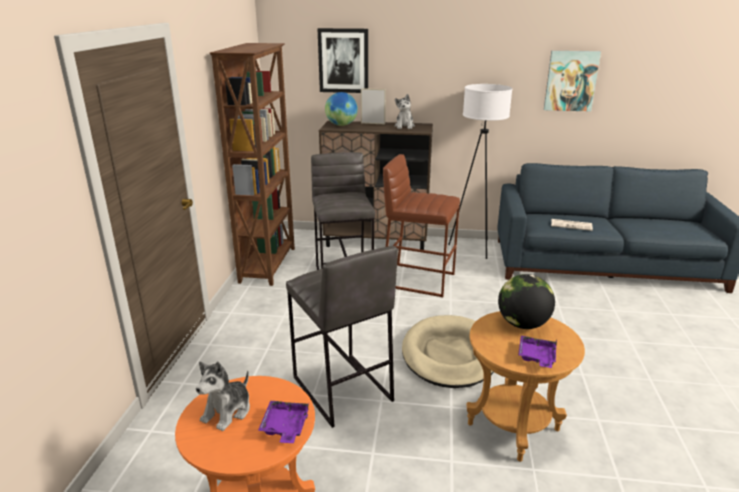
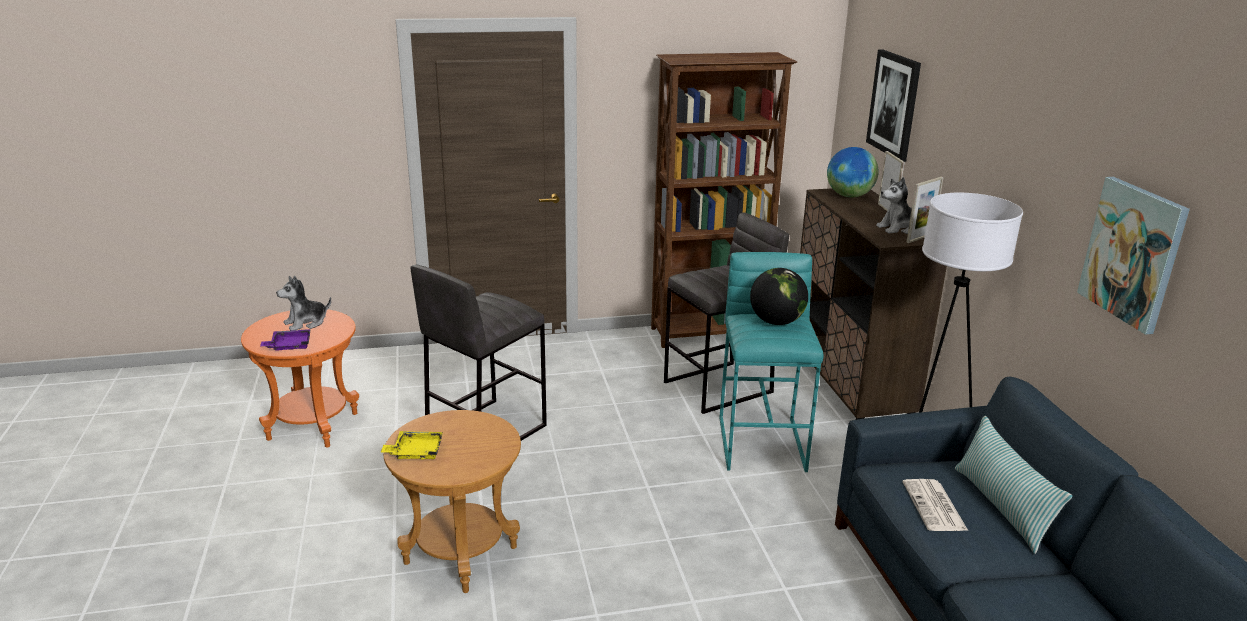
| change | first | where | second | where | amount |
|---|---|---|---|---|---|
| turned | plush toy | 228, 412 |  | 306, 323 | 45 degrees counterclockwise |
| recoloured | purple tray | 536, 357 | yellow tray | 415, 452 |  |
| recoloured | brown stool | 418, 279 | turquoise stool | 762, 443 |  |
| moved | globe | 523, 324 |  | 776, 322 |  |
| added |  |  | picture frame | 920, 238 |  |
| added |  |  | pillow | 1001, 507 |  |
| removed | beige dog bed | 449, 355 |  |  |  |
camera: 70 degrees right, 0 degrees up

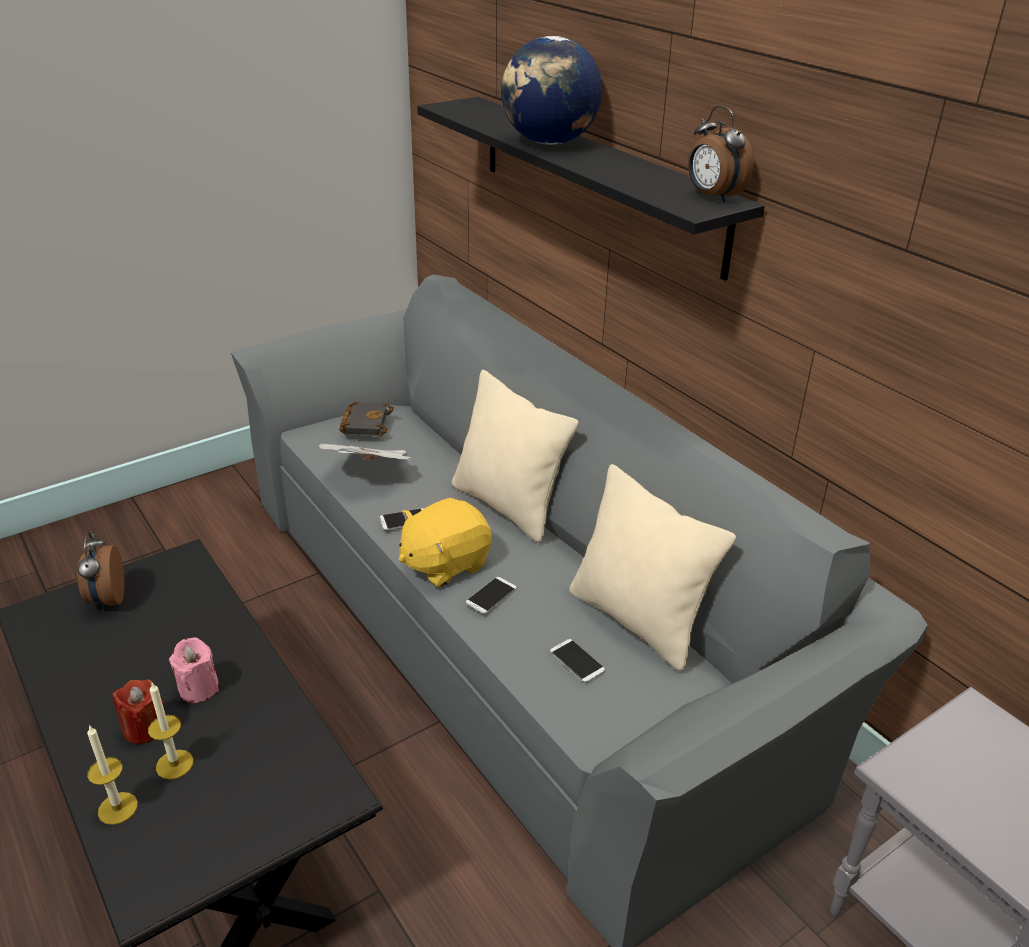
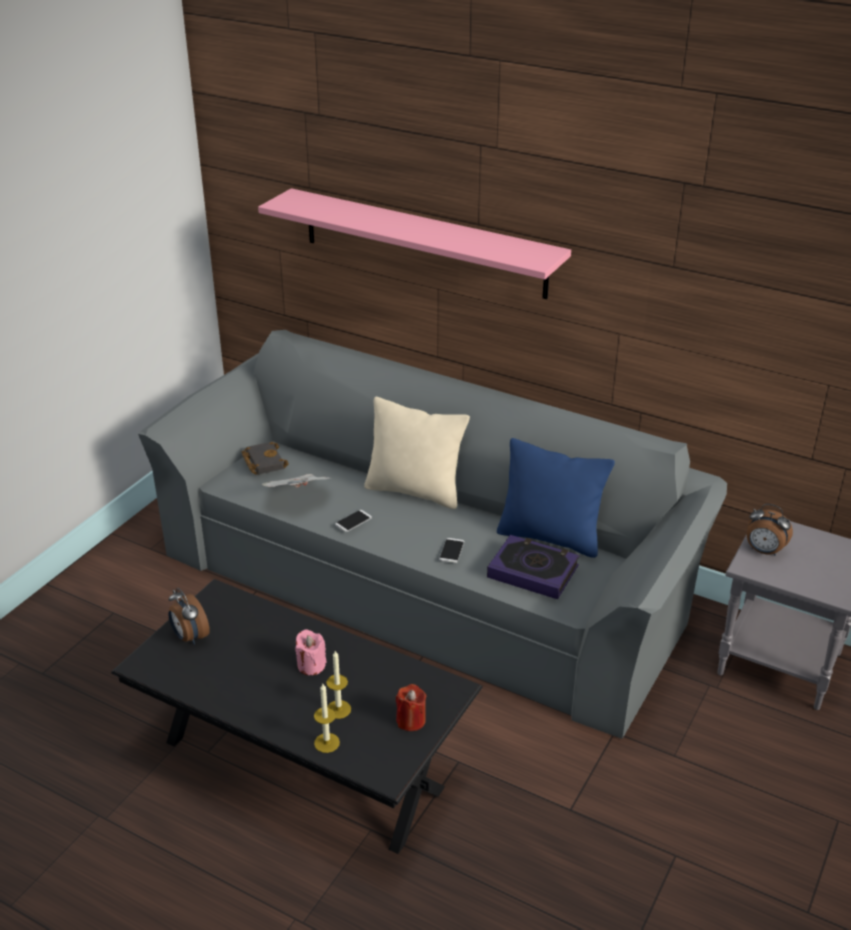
| change | first | where | second | where | amount |
|---|---|---|---|---|---|
| recoloured | black shelf | 597, 181 | pink shelf | 423, 243 |  |
| moved | red candle | 145, 728 |  | 411, 720 |  |
| replaced | phone | 577, 661 | book | 533, 571 |  |
| recoloured | beige pillow | 638, 620 | blue pillow | 550, 537 |  |
| moved | alarm clock | 713, 197 |  | 763, 551 |  |
| removed | yellow plush toy | 444, 563 |  |  |  |
| removed | globe | 549, 143 |  |  |  |
camera: 25 degrees left, 0 degrees up

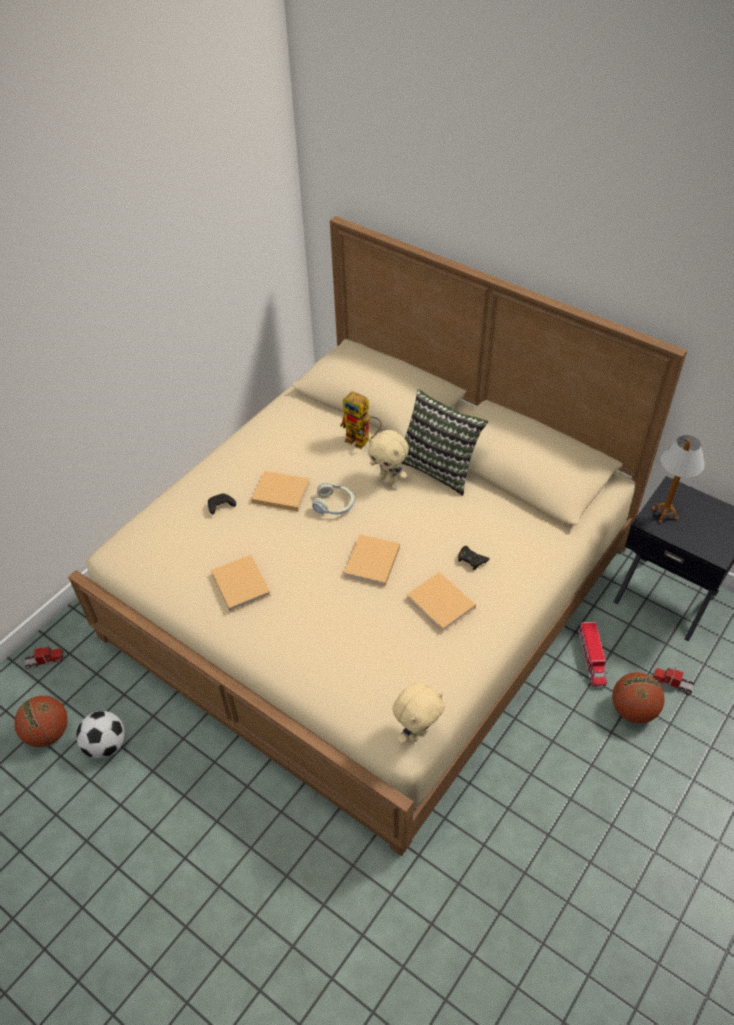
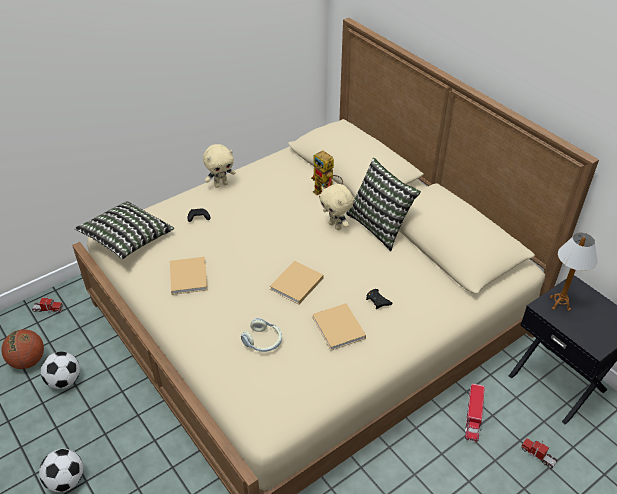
| change | first | where | second | where | amount |
|---|---|---|---|---|---|
| added |  |  | football | 66, 480 |  |
| added |  |  | pillow | 127, 240 |  |
| moved | beige plush toy | 417, 732 |  | 221, 184 |  |
| moved | headphones | 334, 505 |  | 263, 341 |  |
| removed | beige book | 279, 492 |  |  |  |
| removed | basketball | 633, 710 |  |  |  |
camera: 15 degrees right, 5 degrees down

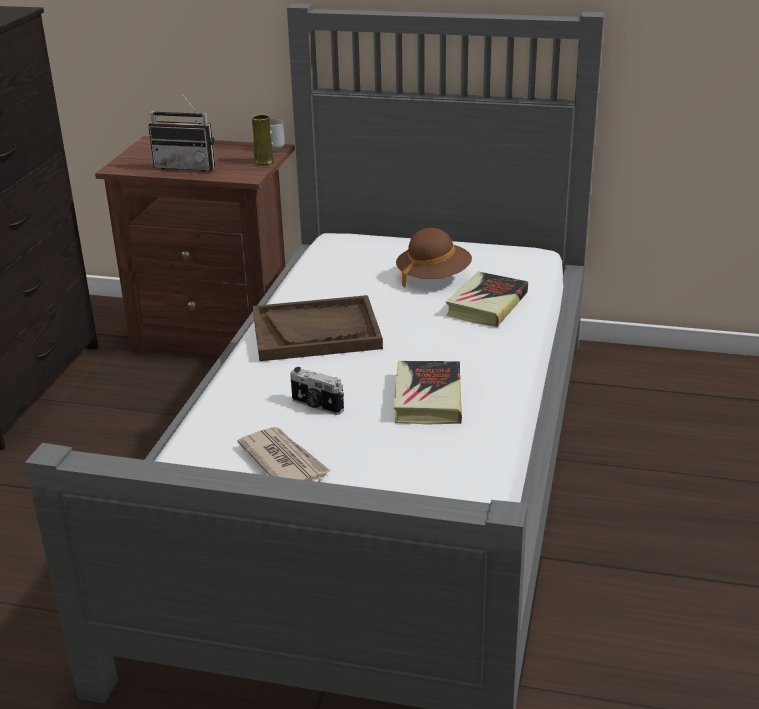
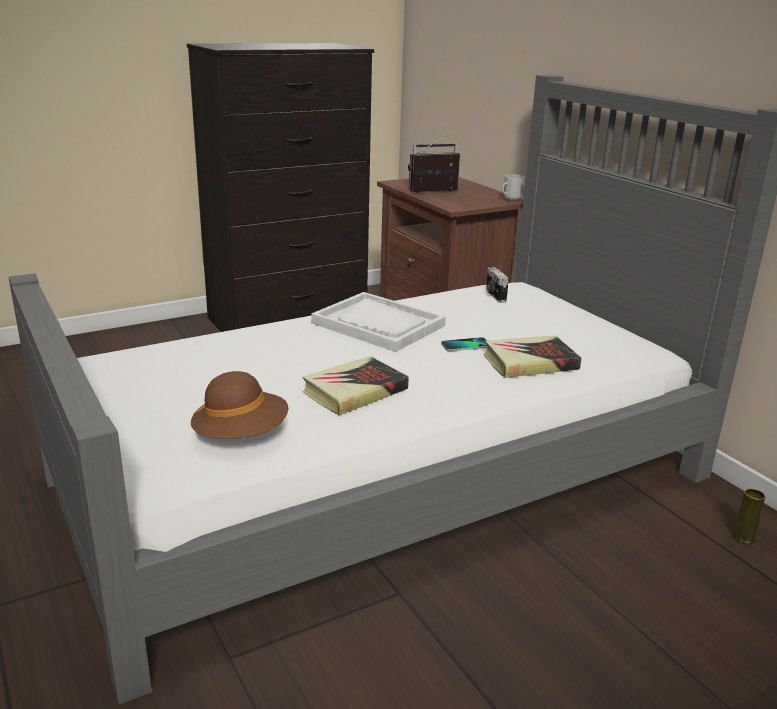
| change | first | where | second | where | amount |
|---|---|---|---|---|---|
| moved | brown hat | 433, 277 |  | 241, 435 |  |
| recoloured | brown tray | 316, 332 | white tray | 378, 324 |  |
| turned | radio | 188, 166 |  | 434, 192 | 105 degrees clockwise |
| added |  |  | phone | 465, 345 |  |
| moved | photo camera | 316, 406 |  | 494, 295 |  |
| moved | yellow vase | 264, 162 |  | 743, 537 |  |
| removed | newspaper | 284, 461 |  |  |  |
camera: 45 degrees right, 5 degrees down

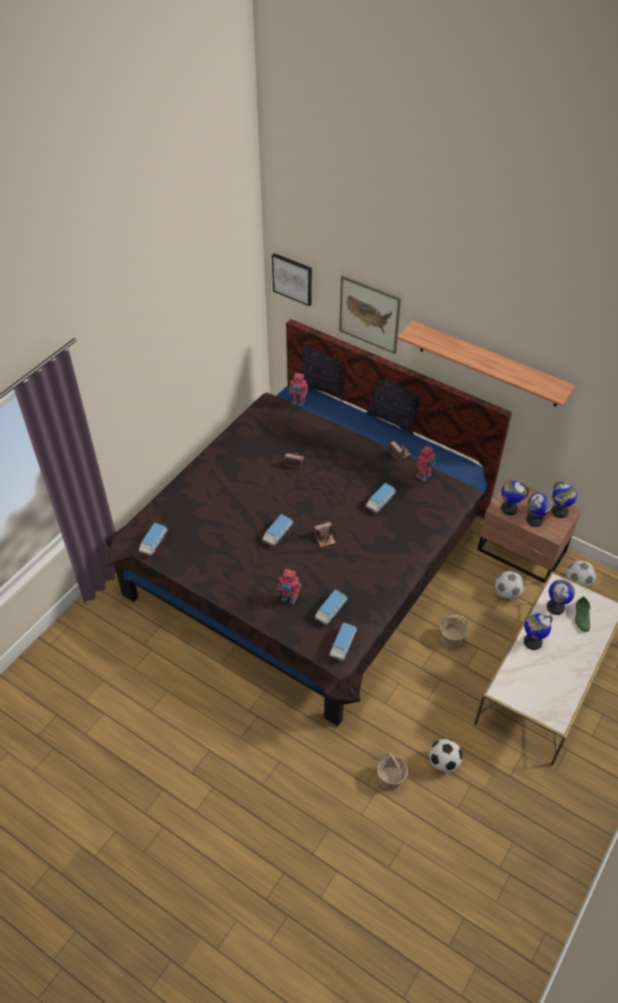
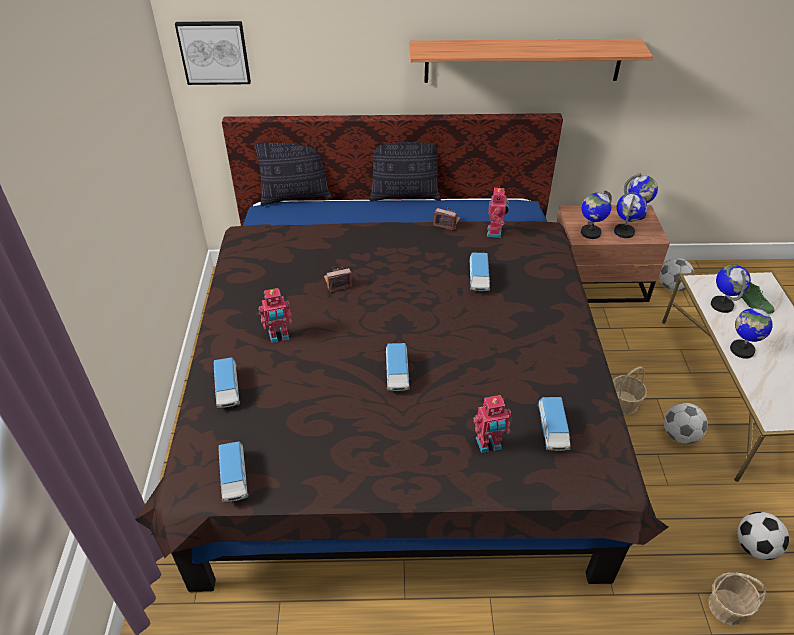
| change | first | where | second | where | amount |
|---|---|---|---|---|---|
| moved | toy car | 342, 645 |  | 227, 389 |  |
| moved | toy robot | 298, 402 |  | 279, 336 |  |
| moved | football | 507, 593 |  | 680, 435 |  |
| removed | photo camera | 325, 538 |  |  |  |
| removed | picture | 369, 314 |  |  |  |
camera: 35 degrees left, 5 degrees down

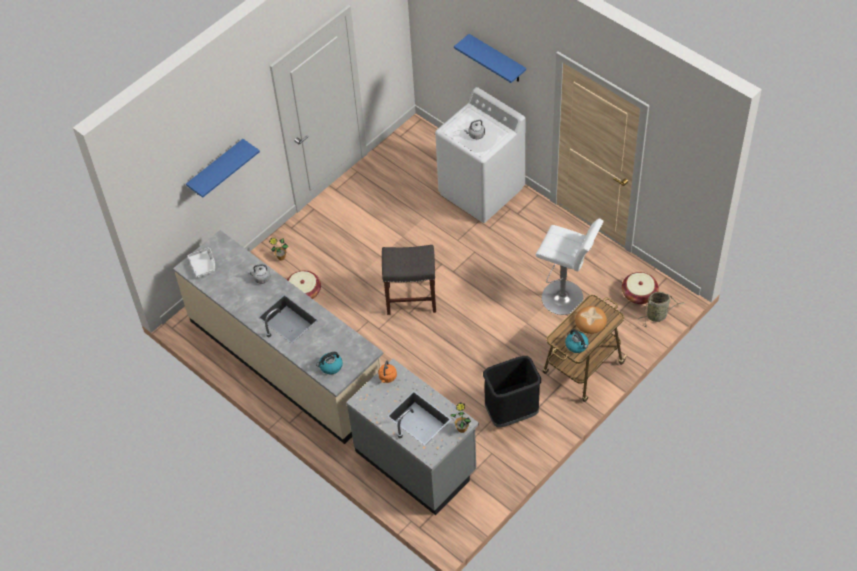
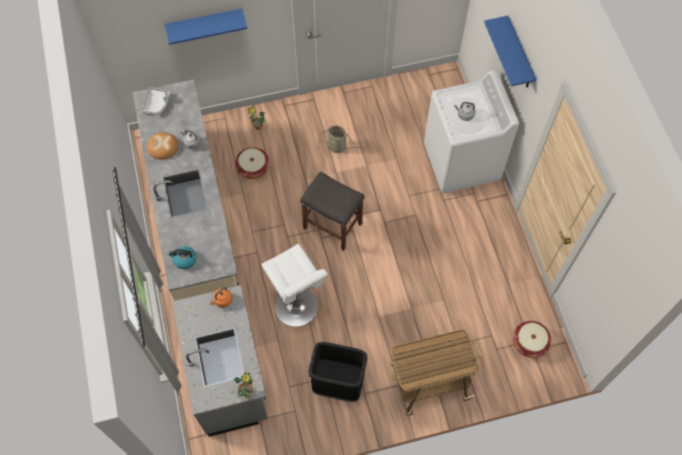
| change | first | where | second | where | amount |
|---|---|---|---|---|---|
| moved | bread | 591, 321 |  | 163, 147 |  |
| moved | white stool | 565, 298 |  | 298, 309 |  |
| moved | basket | 658, 315 |  | 338, 147 |  |
| removed | kettle | 577, 345 |  |  |  |
camera: 30 degrees right, 10 degrees up

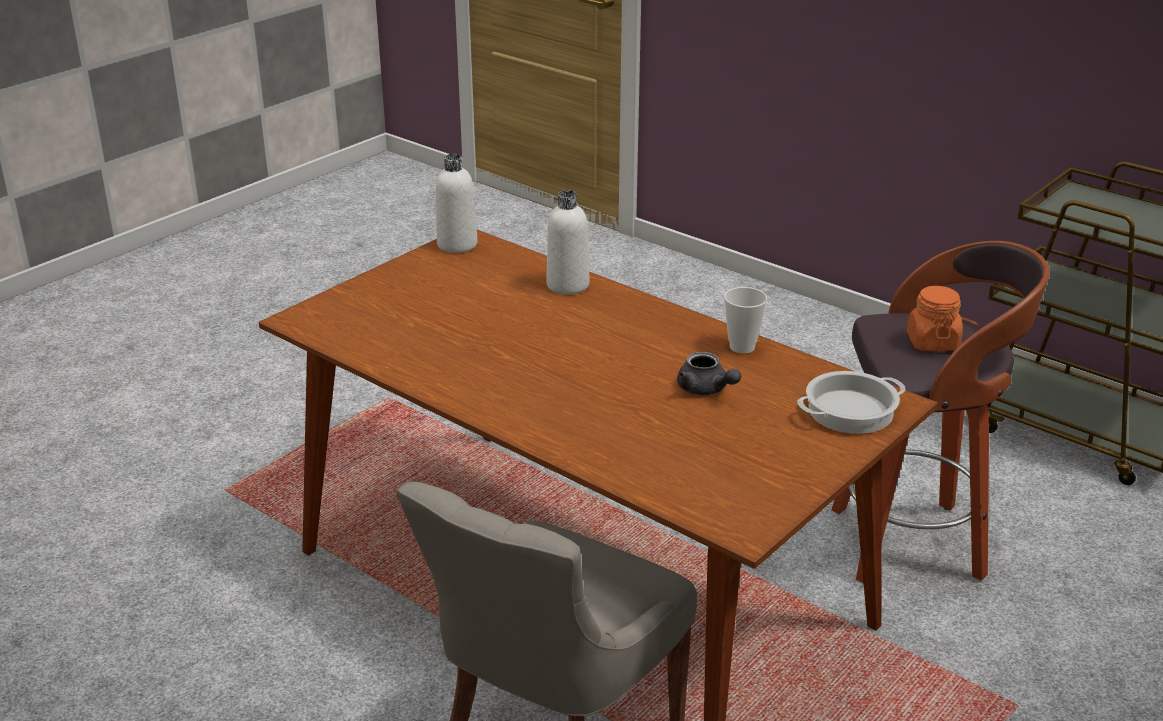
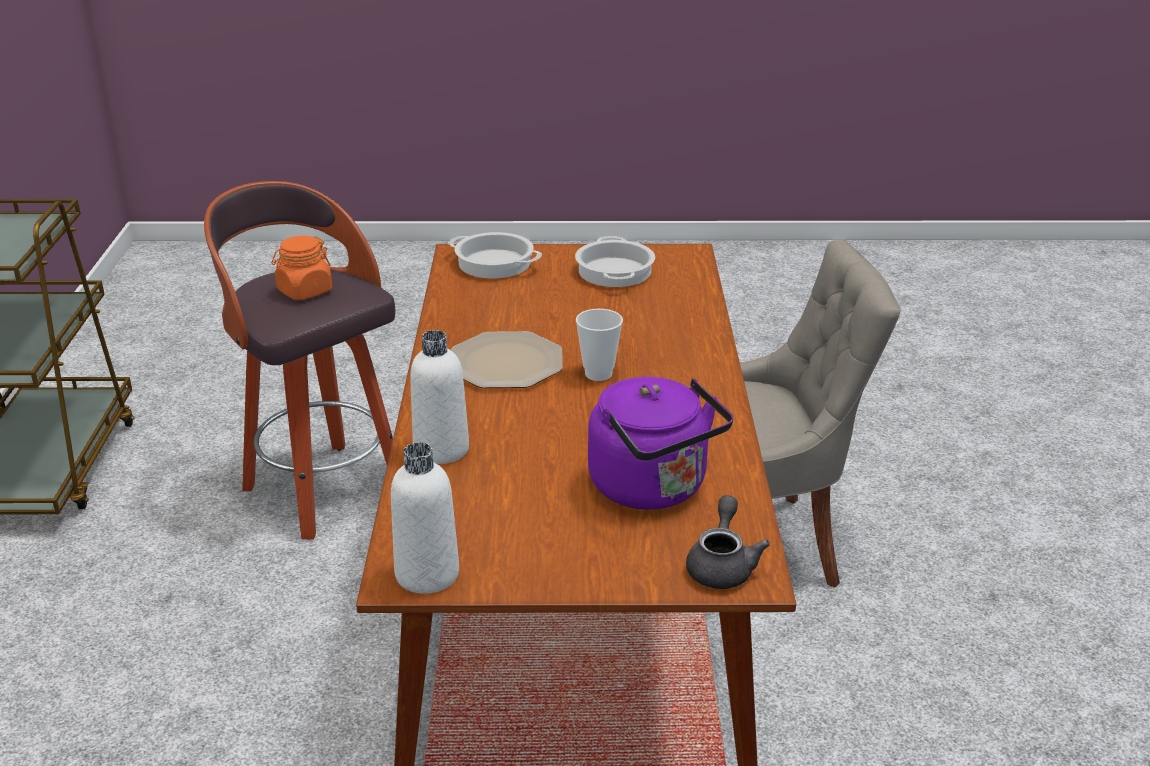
| change | first | where | second | where | amount |
|---|---|---|---|---|---|
| added |  |  | plate | 506, 363 |  |
| added |  |  | cooking pot | 613, 271 |  |
| moved | cup | 742, 347 |  | 598, 374 |  |
| added |  |  | purple kettle | 653, 489 |  |
| moved | grey teapot | 706, 390 |  | 722, 565 |  |
camera: 130 degrees left, 0 degrees up

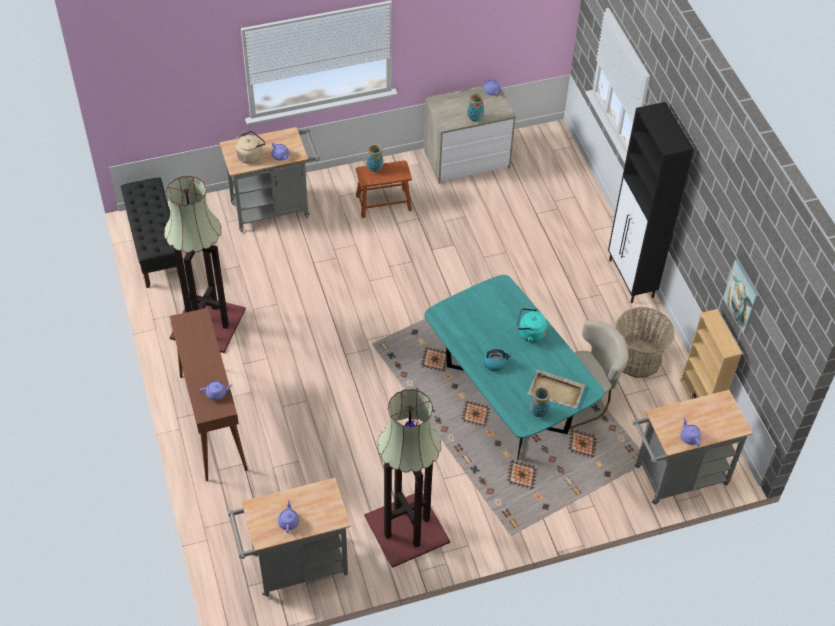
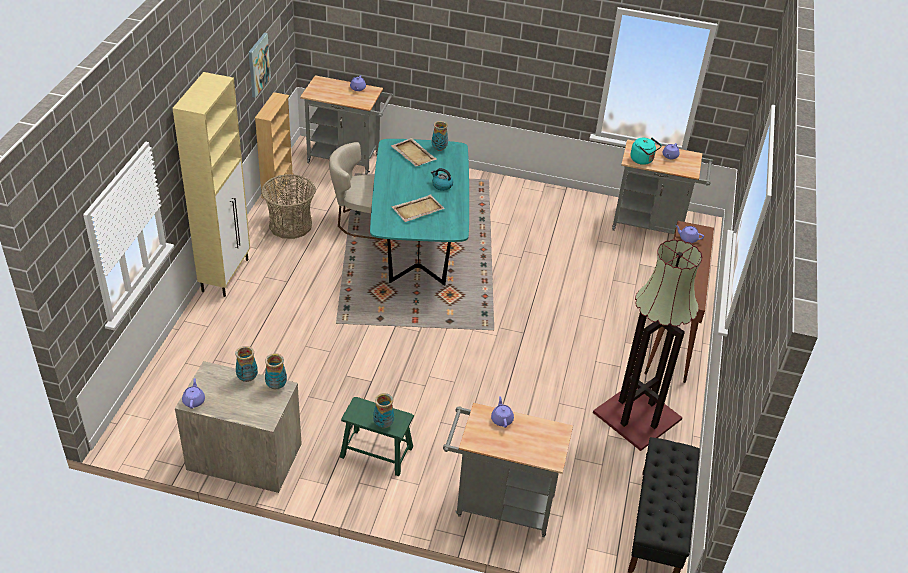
| change | first | where | second | where | amount |
|---|---|---|---|---|---|
| recoloured | black cabinet | 631, 279 | beige cabinet | 226, 275 |  |
| added |  |  | vase | 276, 385 |  |
| recoloured | brown stool | 383, 202 | green stool | 376, 452 |  |
| added |  |  | beige tray | 417, 210 |  |
| moved | turquoise kettle | 529, 333 |  | 643, 160 |  |
| removed | beige kettle | 250, 155 |  |  |  |
| removed | floor lamp | 406, 530 |  |  |  |
camera: 150 degrees left, 10 degrees down

